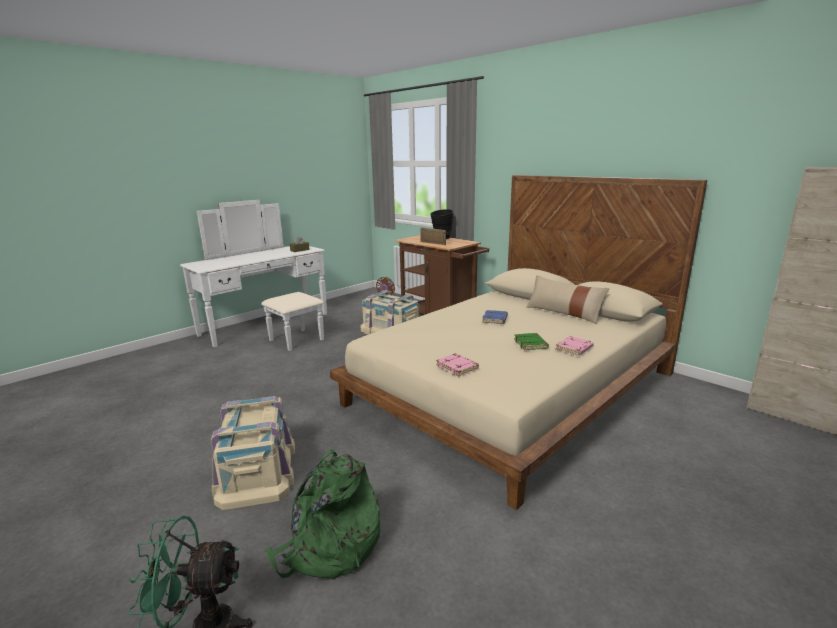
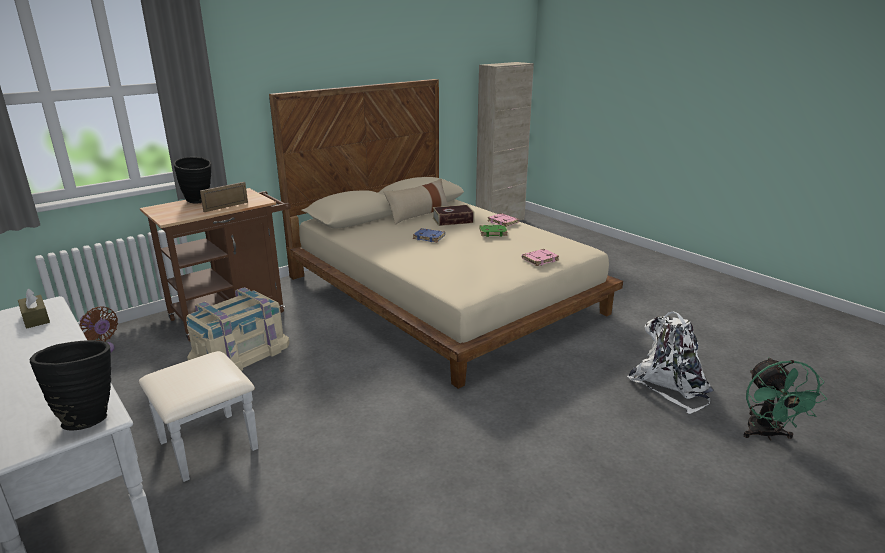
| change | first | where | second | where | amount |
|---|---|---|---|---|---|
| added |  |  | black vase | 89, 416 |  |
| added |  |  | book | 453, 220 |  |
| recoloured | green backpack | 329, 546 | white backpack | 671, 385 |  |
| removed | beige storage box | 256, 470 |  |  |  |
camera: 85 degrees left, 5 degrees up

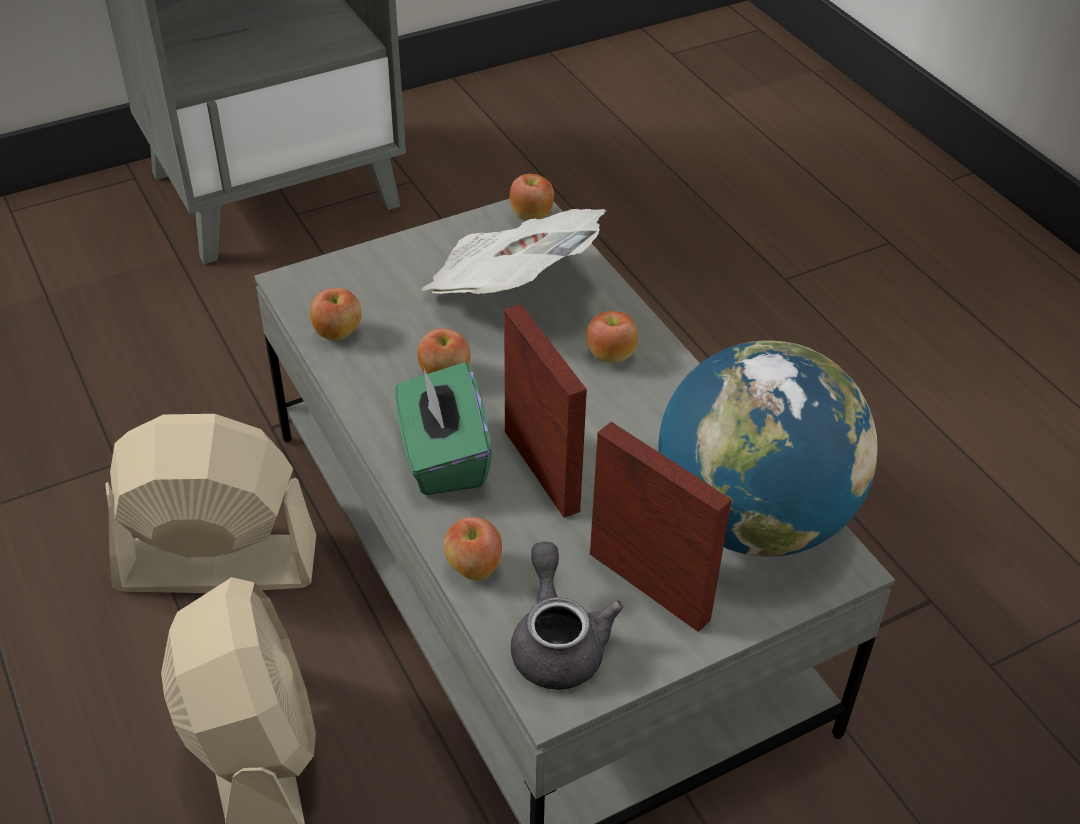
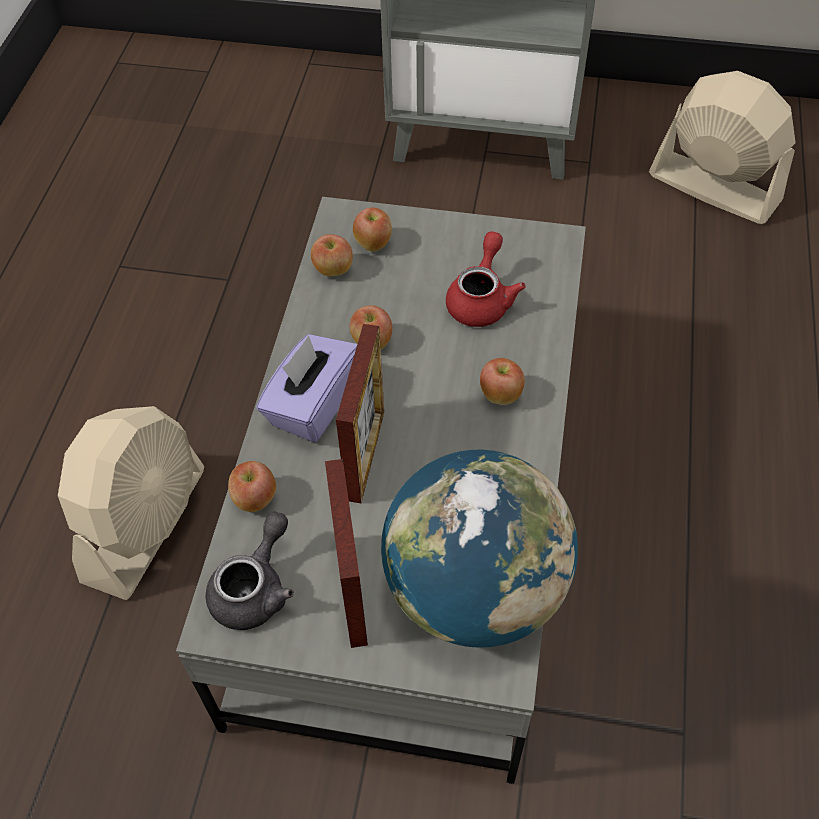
| change | first | where | second | where | amount |
|---|---|---|---|---|---|
| recoloured | green tissue box | 443, 457 | purple tissue box | 312, 405 |  |
| moved | apple | 531, 216 |  | 373, 243 |  |
| replaced | newspaper | 511, 288 | red teapot | 481, 299 |  |
| moved | beige fan | 216, 563 |  | 713, 187 |  |
camera: 40 degrees right, 10 degrees up

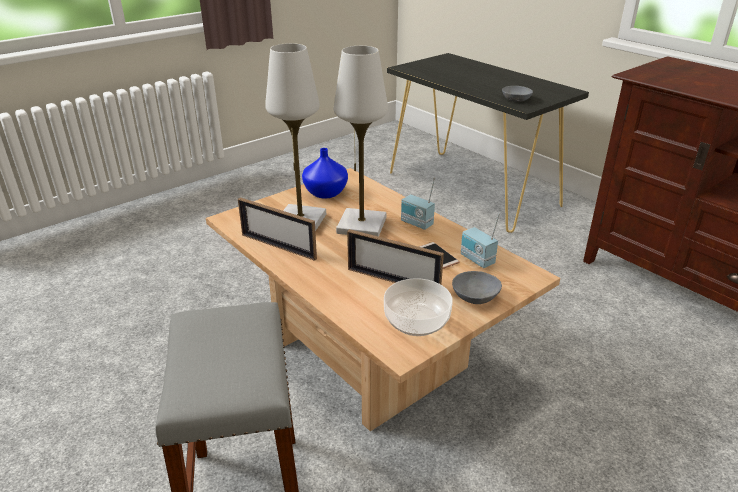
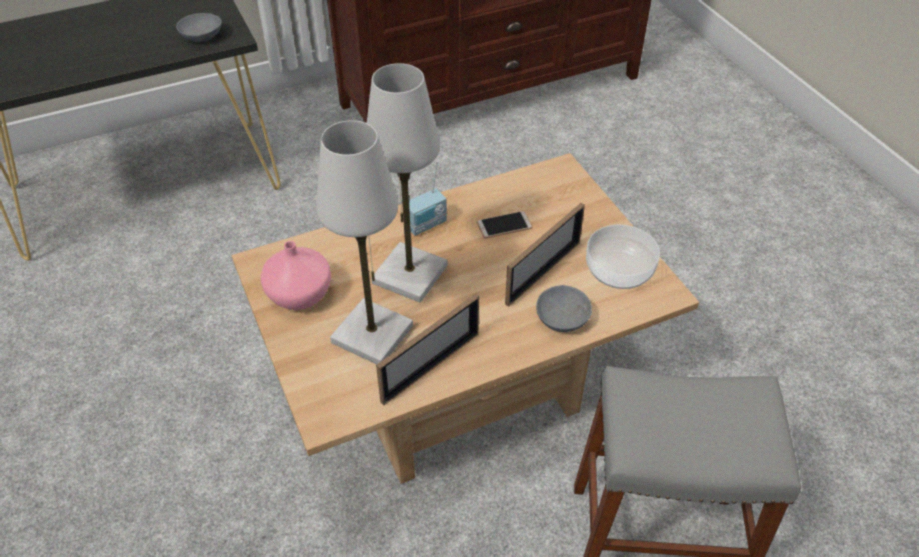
| change | first | where | second | where | amount |
|---|---|---|---|---|---|
| recoloured | blue vase | 326, 193 | pink vase | 301, 295 |  |
| moved | grey bowl | 475, 295 |  | 560, 317 |  |
| removed | radio | 476, 260 |  |  |  |
camera: 75 degrees left, 15 degrees up

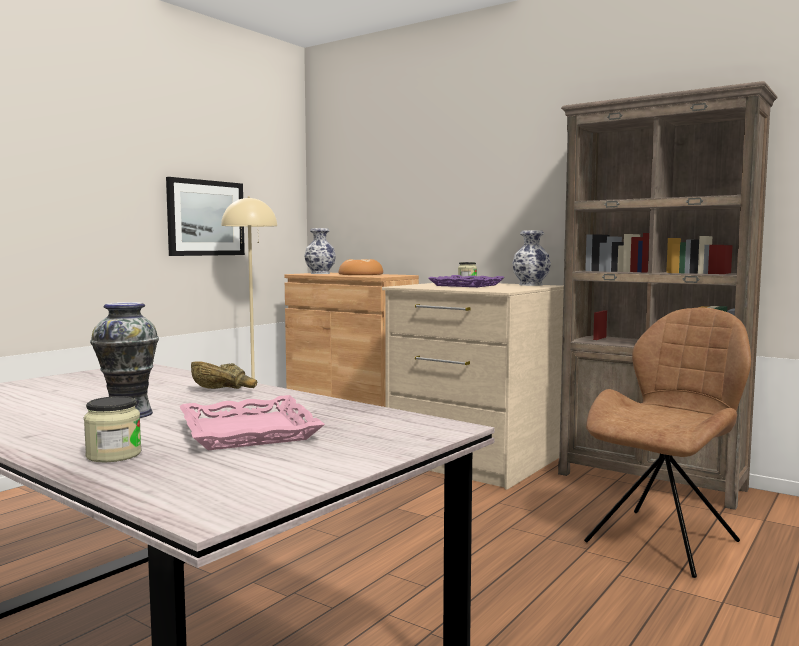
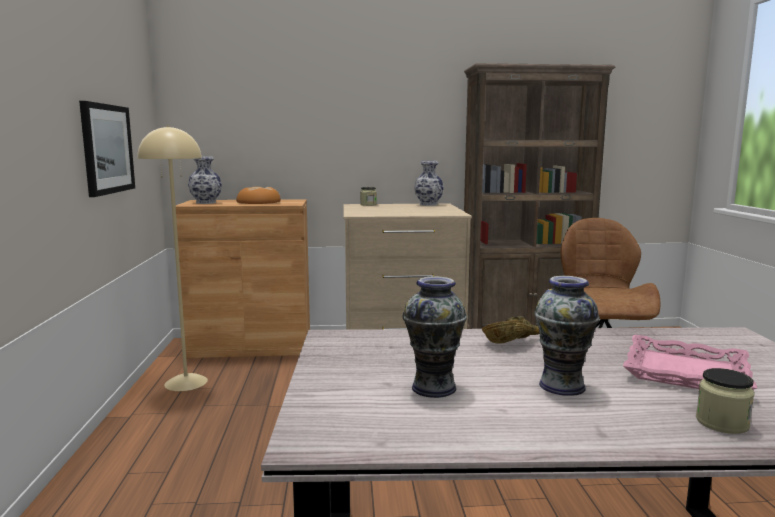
| change | first | where | second | where | amount |
|---|---|---|---|---|---|
| added |  |  | vase | 434, 388 |  |
| removed | purple tray | 466, 285 |  |  |  |
camera: 40 degrees left, 5 degrees up

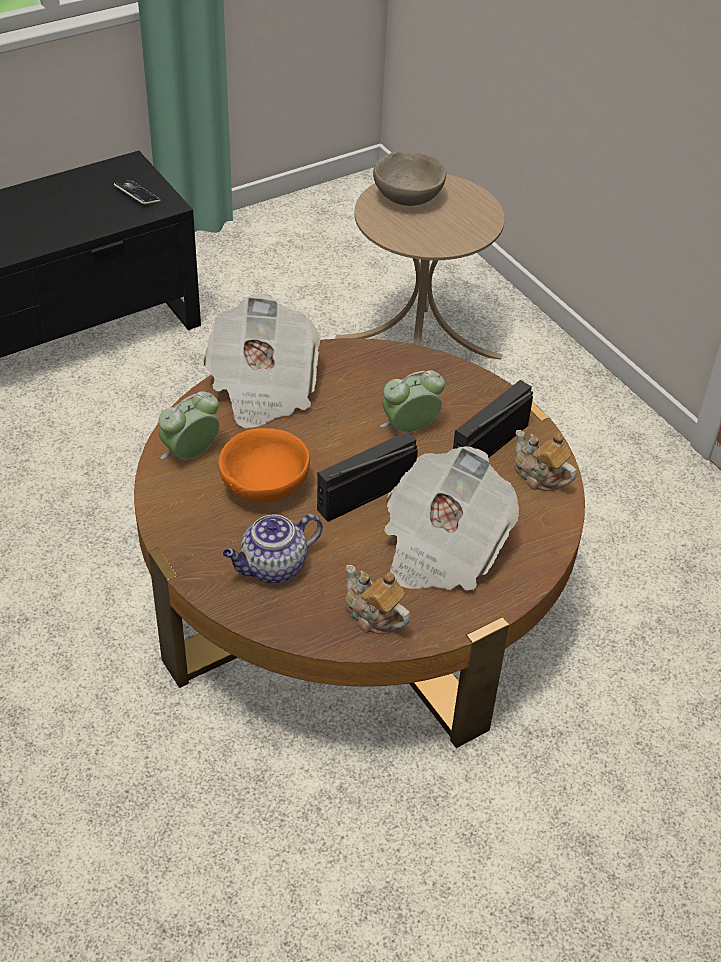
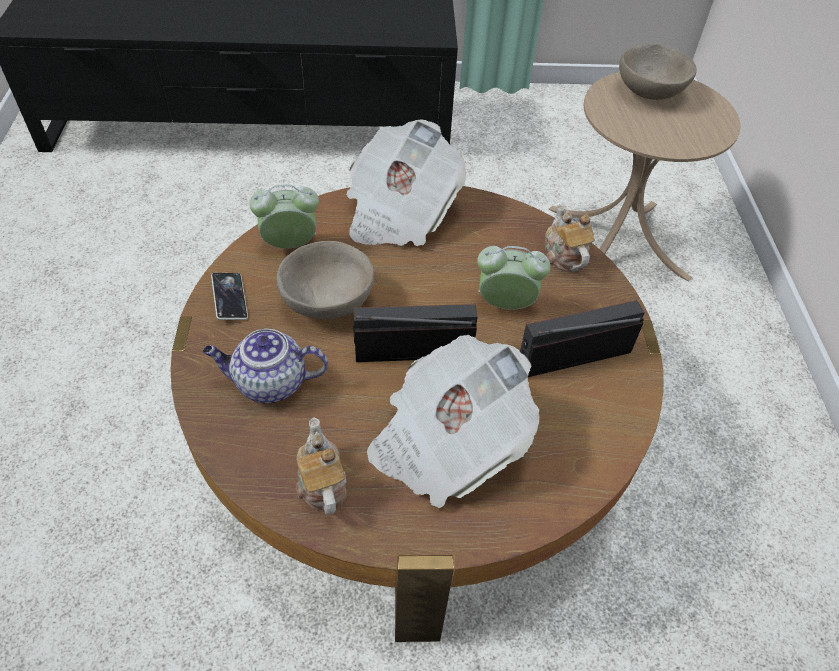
| change | first | where | second | where | amount |
|---|---|---|---|---|---|
| moved | phone | 137, 195 |  | 230, 299 |  |
| recoloured | orange bowl | 265, 485 | beige bowl | 328, 301 |  |
| moved | teapot | 539, 476 |  | 564, 255 |  |
camera: 30 degrees right, 5 degrees up

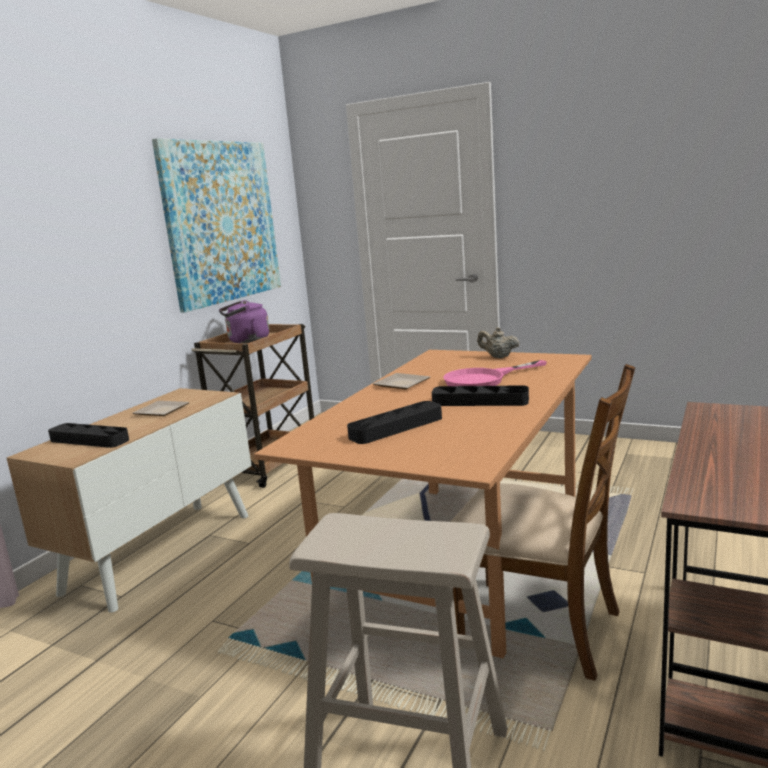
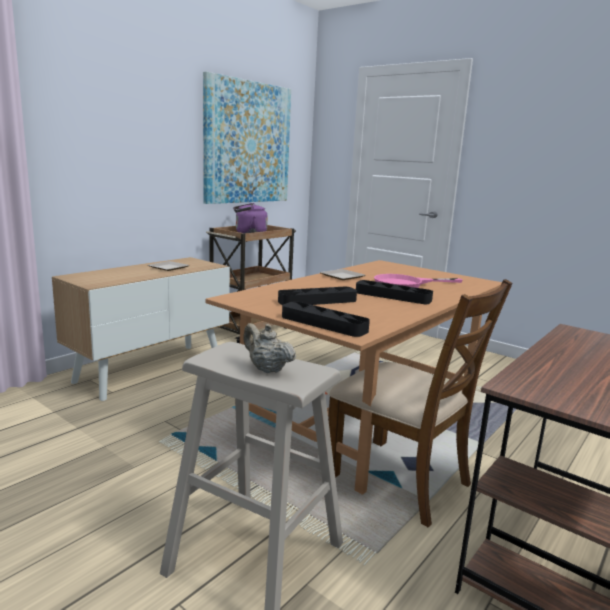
| change | first | where | second | where | amount |
|---|---|---|---|---|---|
| moved | beige teapot | 498, 357 |  | 266, 369 |  |
| moved | black tray | 89, 440 |  | 323, 324 |  |
camera: 10 degrees right, 0 degrees up

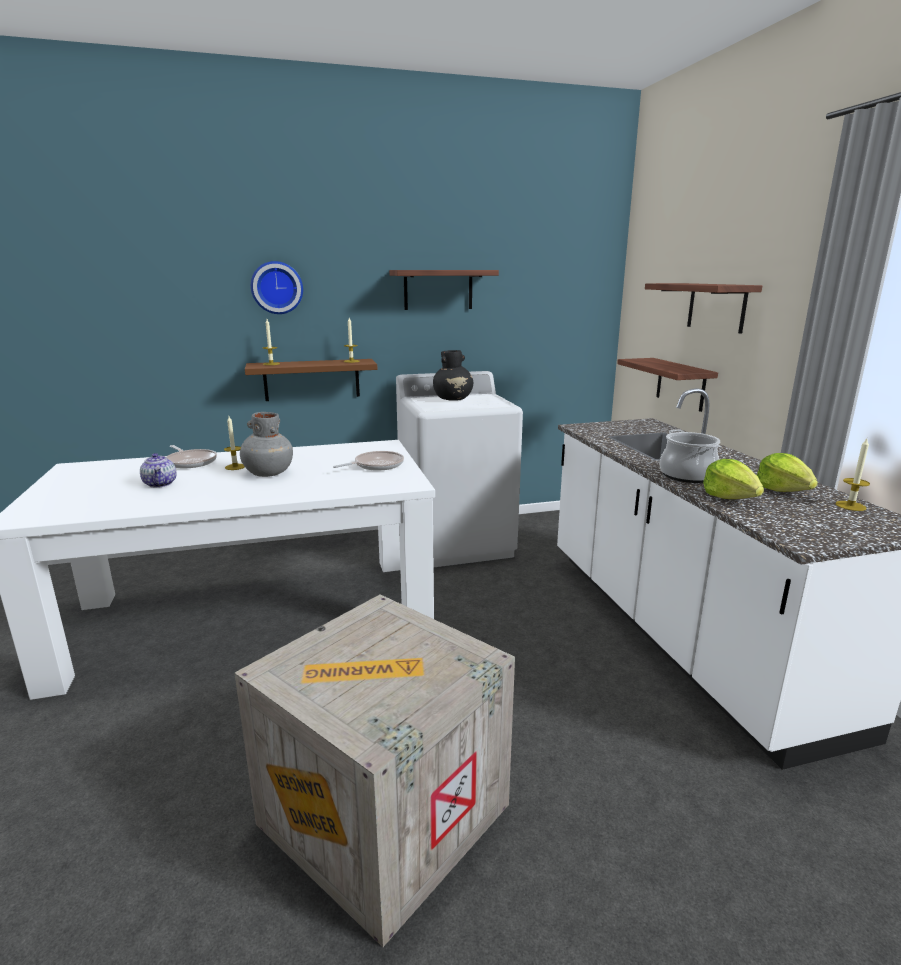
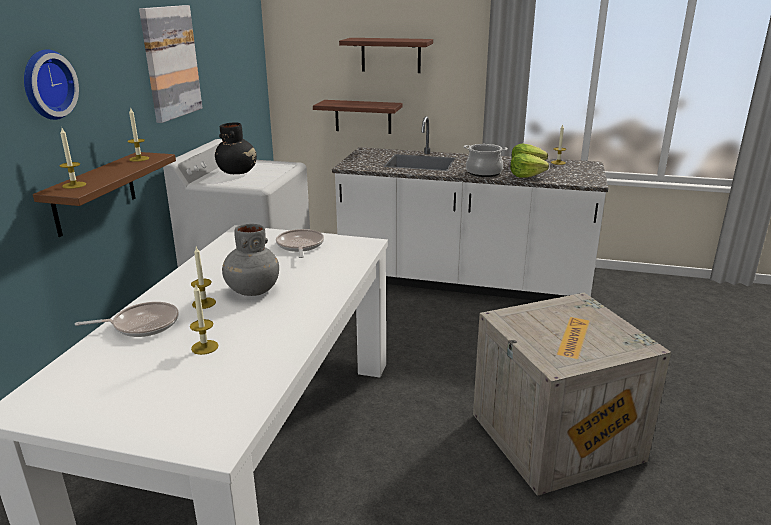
| change | first | where | second | where | amount |
|---|---|---|---|---|---|
| replaced | shelf | 438, 290 | picture | 170, 62 |  |
| replaced | teapot | 160, 484 | candle | 204, 347 |  |
camera: 60 degrees left, 5 degrees up

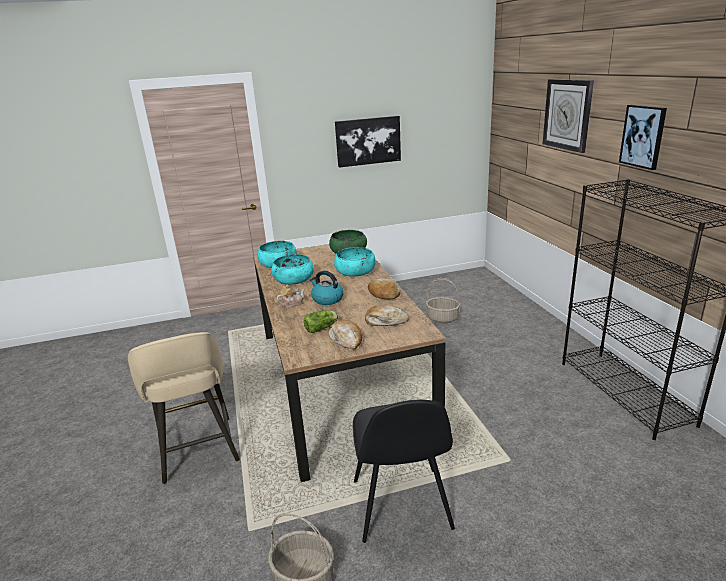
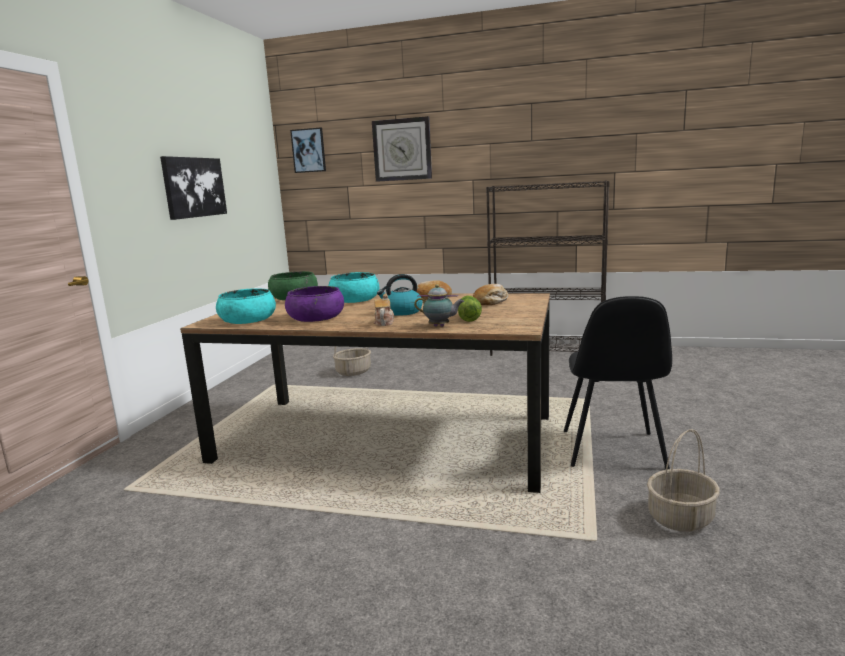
| change | first | where | second | where | amount |
|---|---|---|---|---|---|
| recoloured | turquoise bowl | 294, 279 | purple bowl | 316, 318 |  |
| moved | picture | 643, 136 |  | 308, 150 |  |
| added |  |  | teapot | 440, 326 |  |
| turned | black chair | 401, 507 |  | 612, 451 | 75 degrees clockwise |
| removed | beige stool | 198, 451 |  |  |  |
| removed | bread | 346, 339 |  |  |  |
camera: 60 degrees left, 10 degrees down

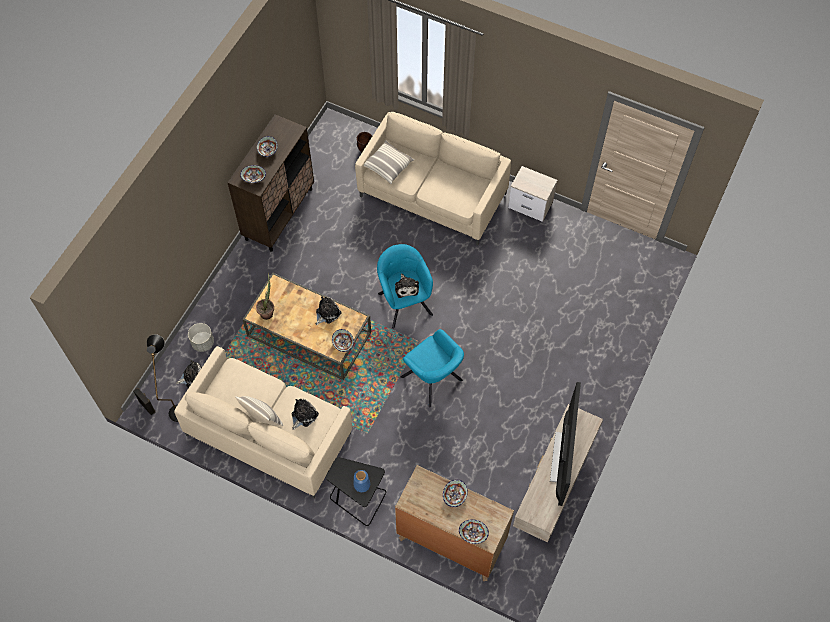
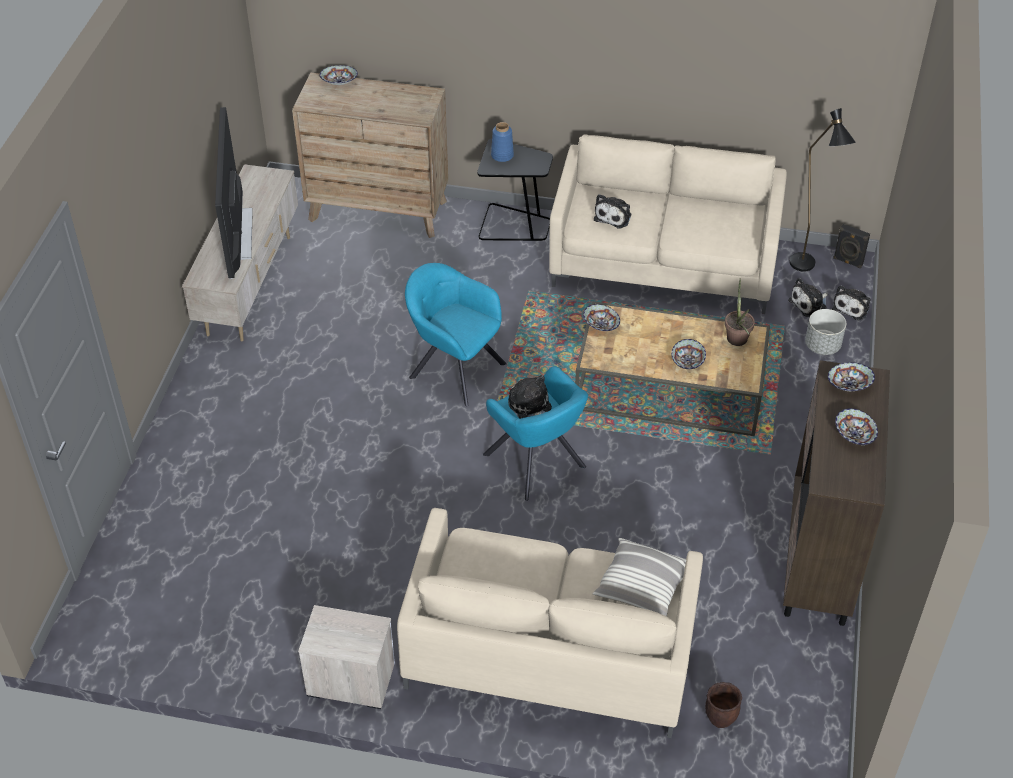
| change | first | where | second | where | amount |
|---|---|---|---|---|---|
| moved | bowl | 454, 495 |  | 688, 362 |  |
| moved | plush toy | 327, 313 |  | 852, 307 |  |
| removed | pillow | 262, 418 |  |  |  |
camera: 165 degrees right, 15 degrees down

